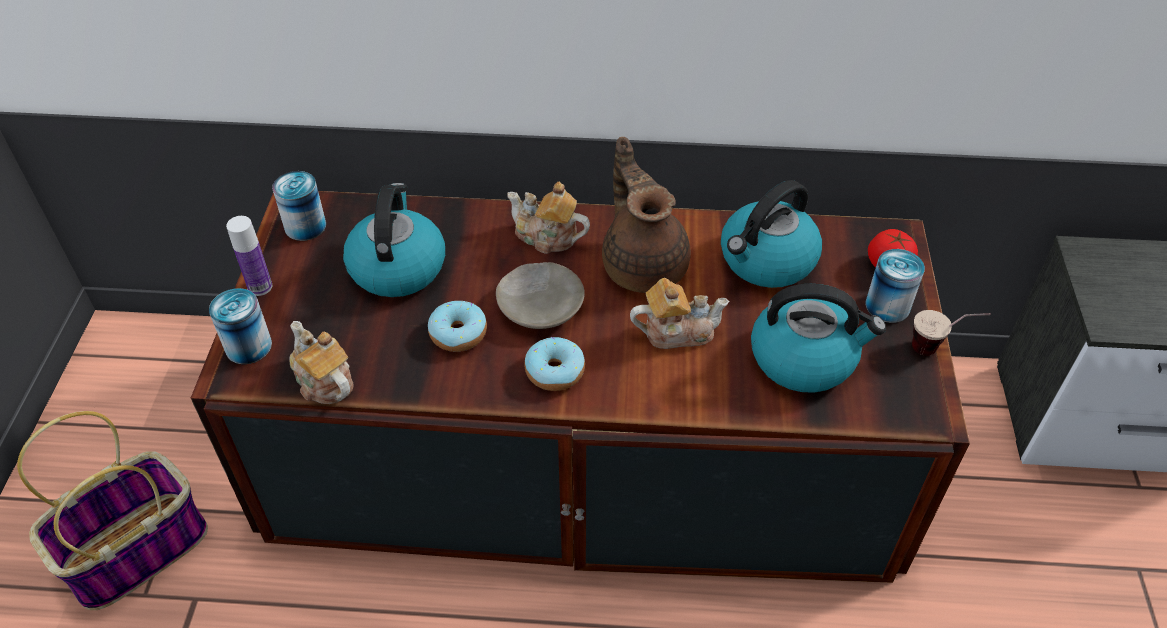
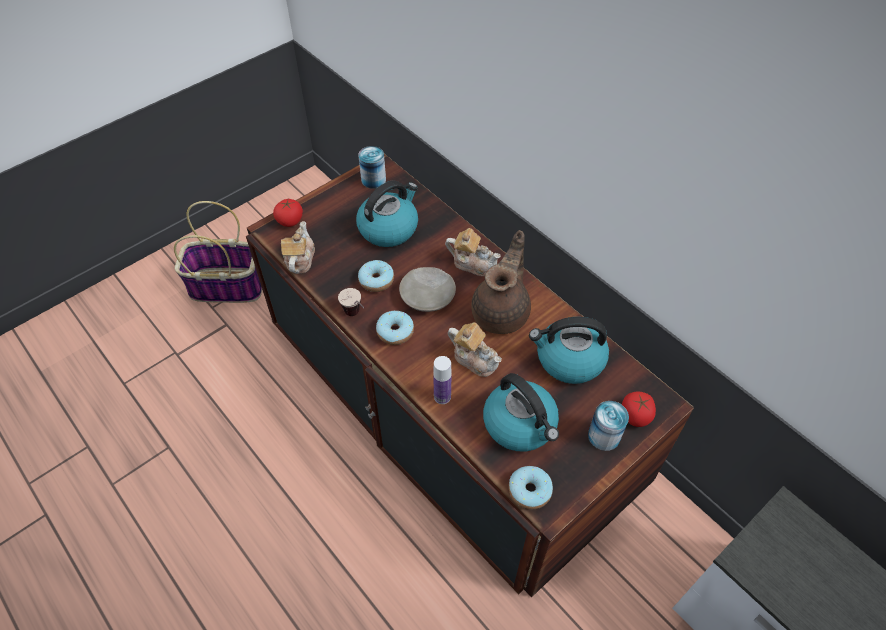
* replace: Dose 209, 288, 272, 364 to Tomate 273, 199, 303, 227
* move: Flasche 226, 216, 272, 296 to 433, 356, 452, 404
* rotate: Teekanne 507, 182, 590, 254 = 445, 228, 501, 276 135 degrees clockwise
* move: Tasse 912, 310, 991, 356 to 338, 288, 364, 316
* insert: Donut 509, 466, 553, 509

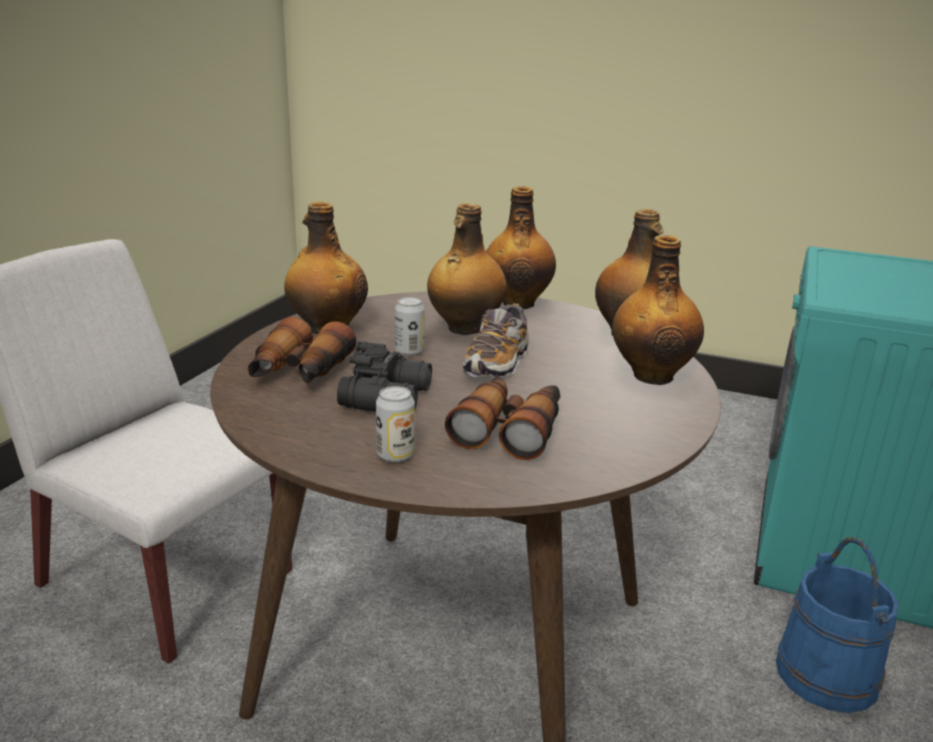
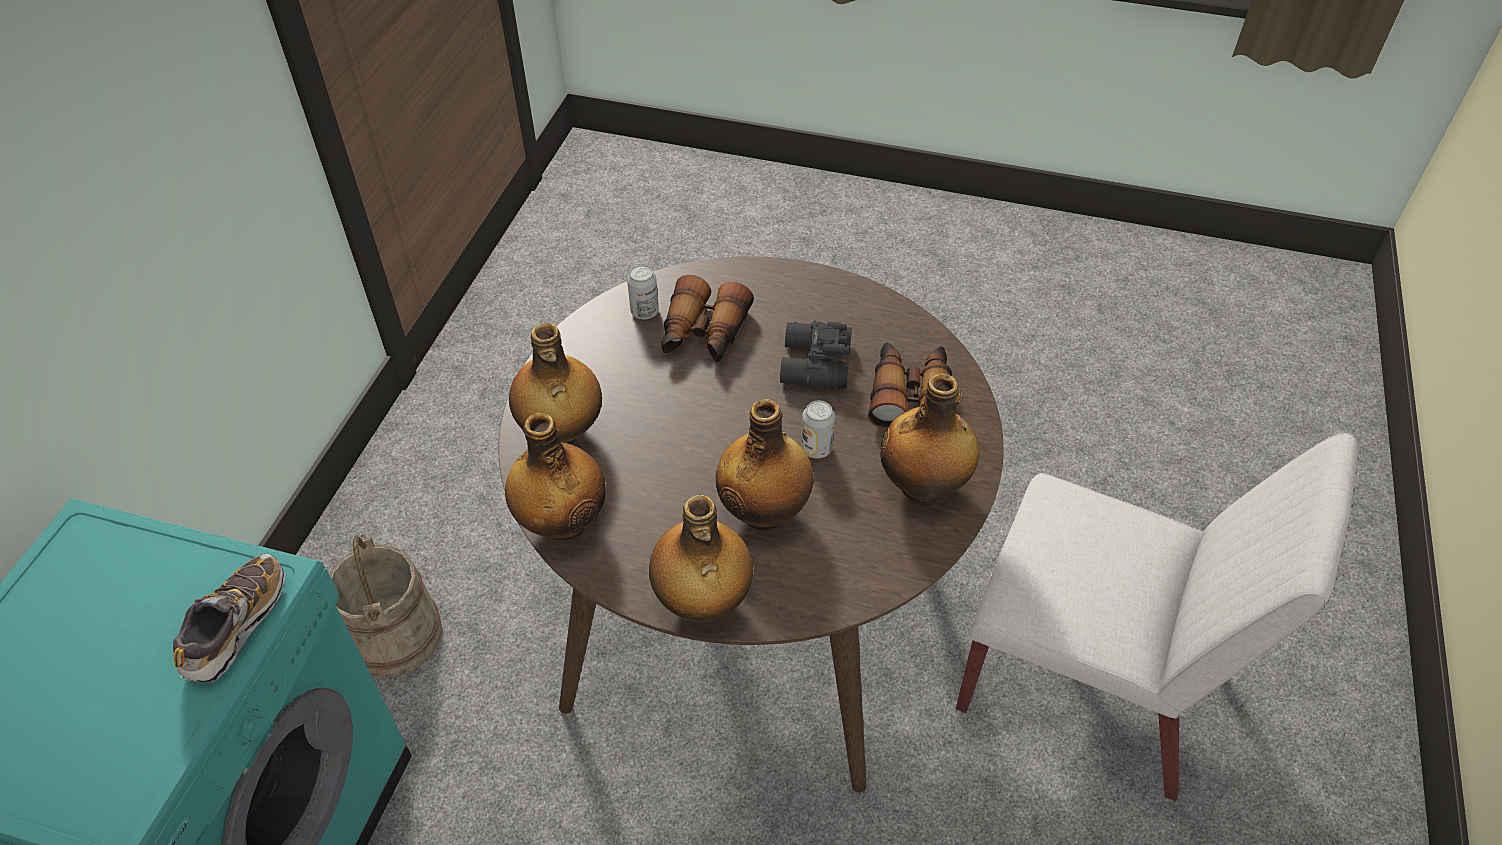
* move: Dose 376, 386, 415, 462 to 627, 265, 659, 319
* move: Schuh 463, 303, 529, 377 to 173, 554, 285, 682
* recolor: Eimer/blau 776, 538, 899, 713 to Eimer/beige 329, 534, 443, 677

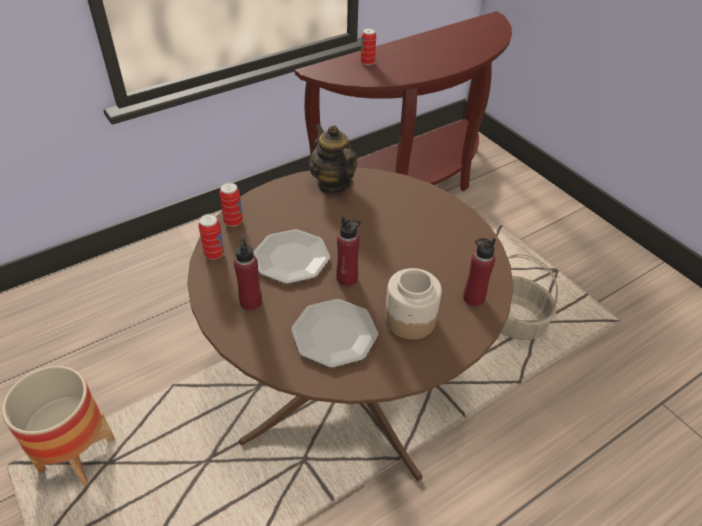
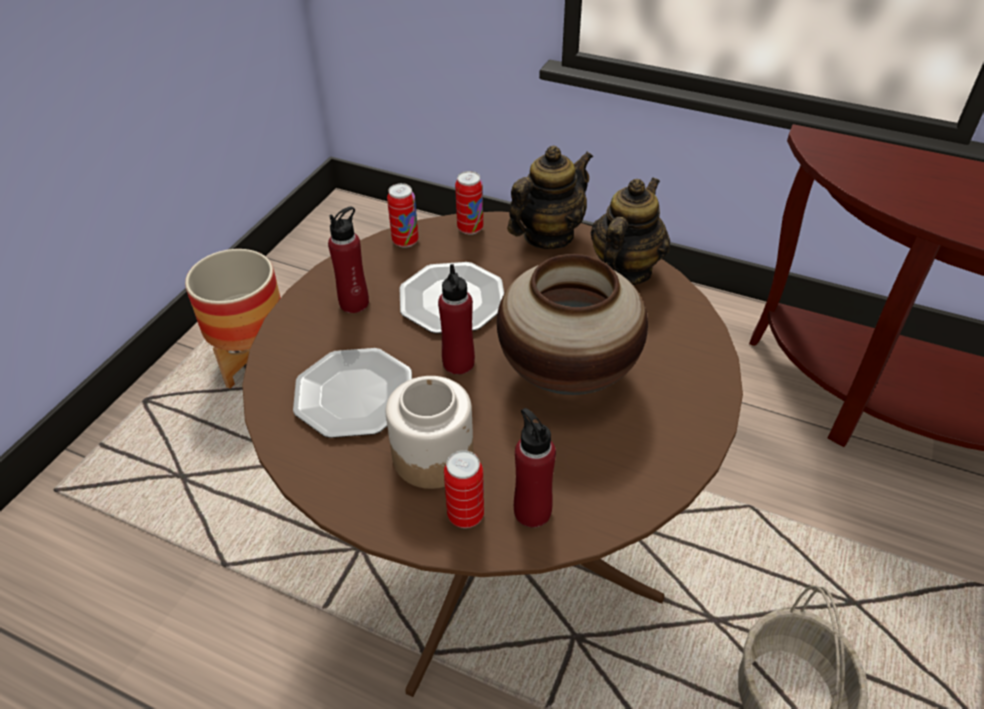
* move: Dose 361, 28, 376, 65 to 444, 450, 484, 528
* insert: Vase 497, 254, 648, 395
* insert: Teekanne 507, 146, 593, 249

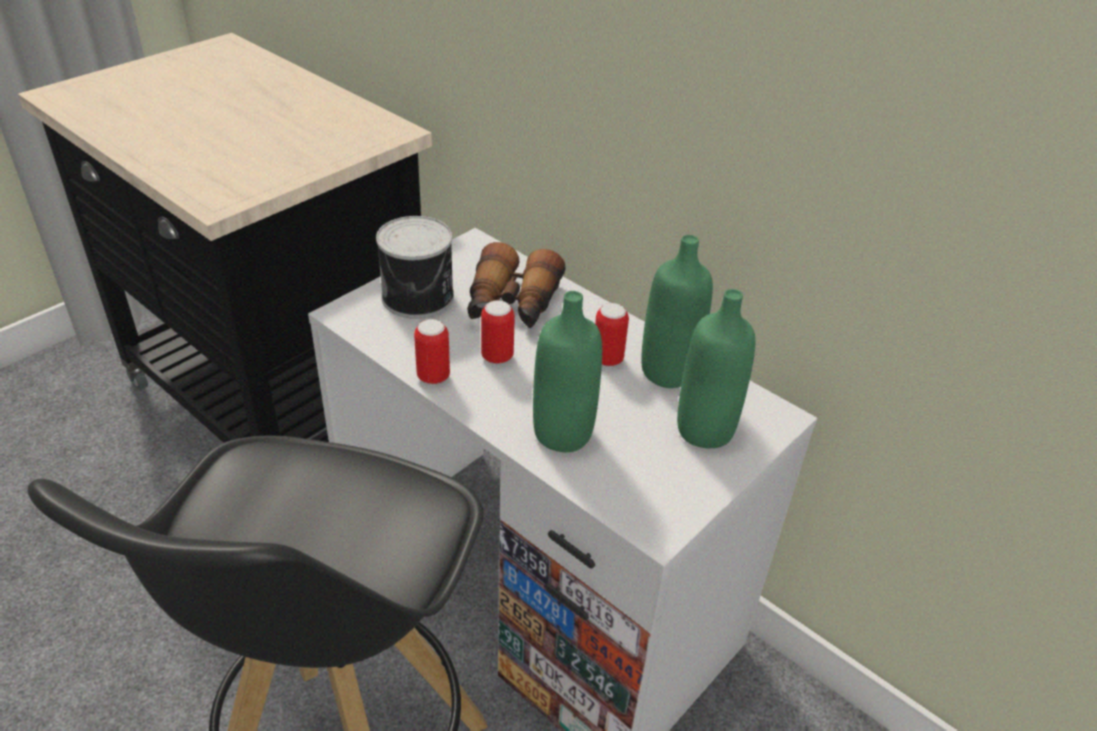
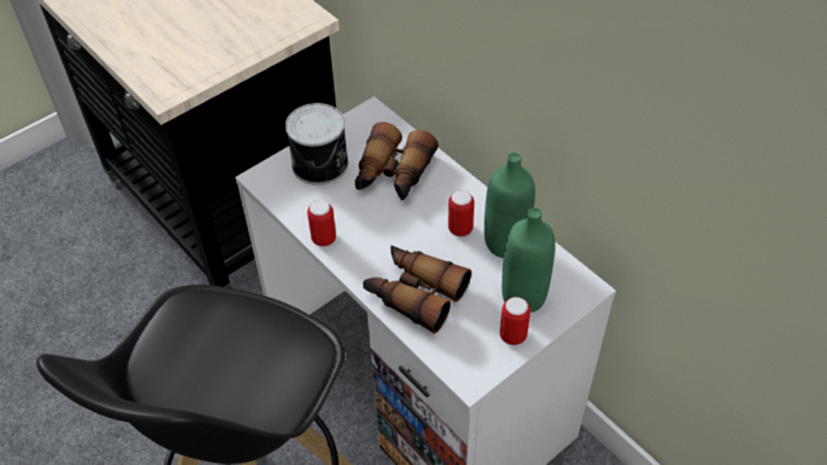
* move: Dose 481, 300, 515, 364 to 500, 297, 531, 345
* replace: Flasche/grün 533, 291, 602, 452 to Fernglas 363, 245, 471, 334

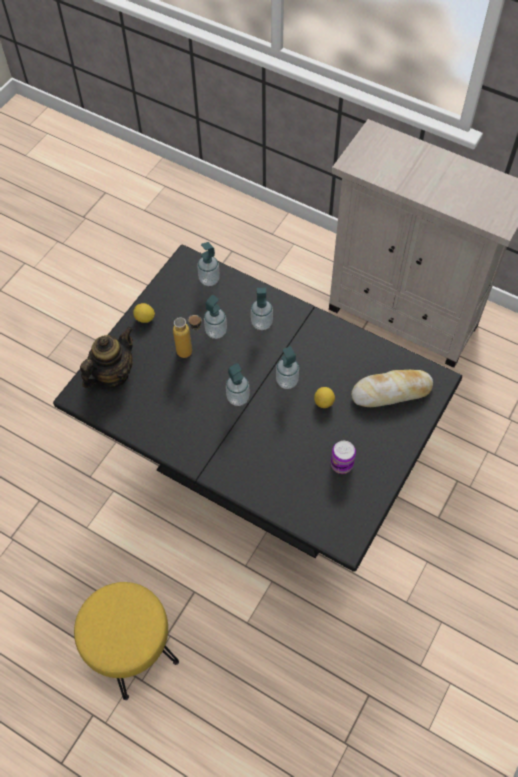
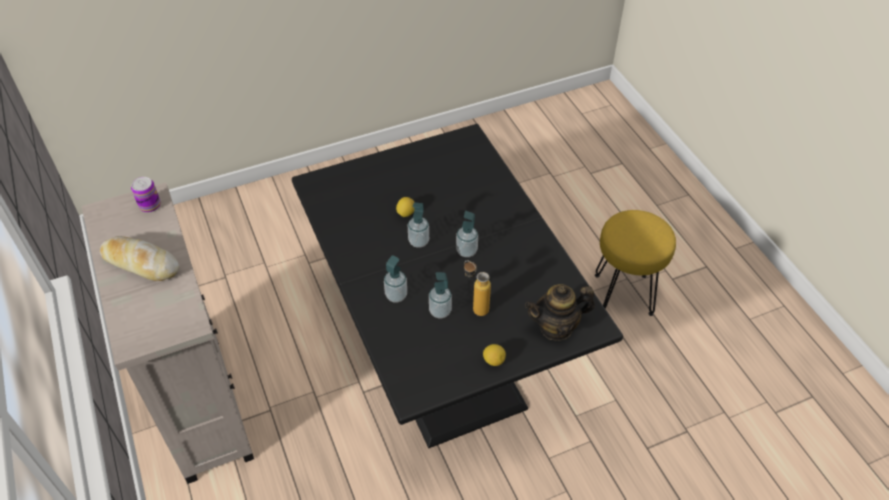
* delete: Seifenspender 197, 242, 220, 286
* move: Dose 331, 441, 356, 474 to 131, 177, 160, 213
* move: Brot 351, 370, 433, 407 to 100, 236, 179, 281

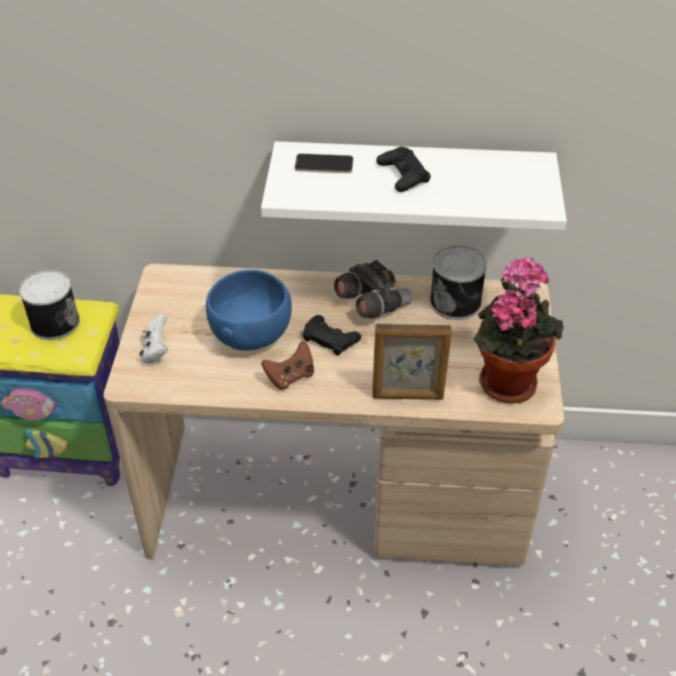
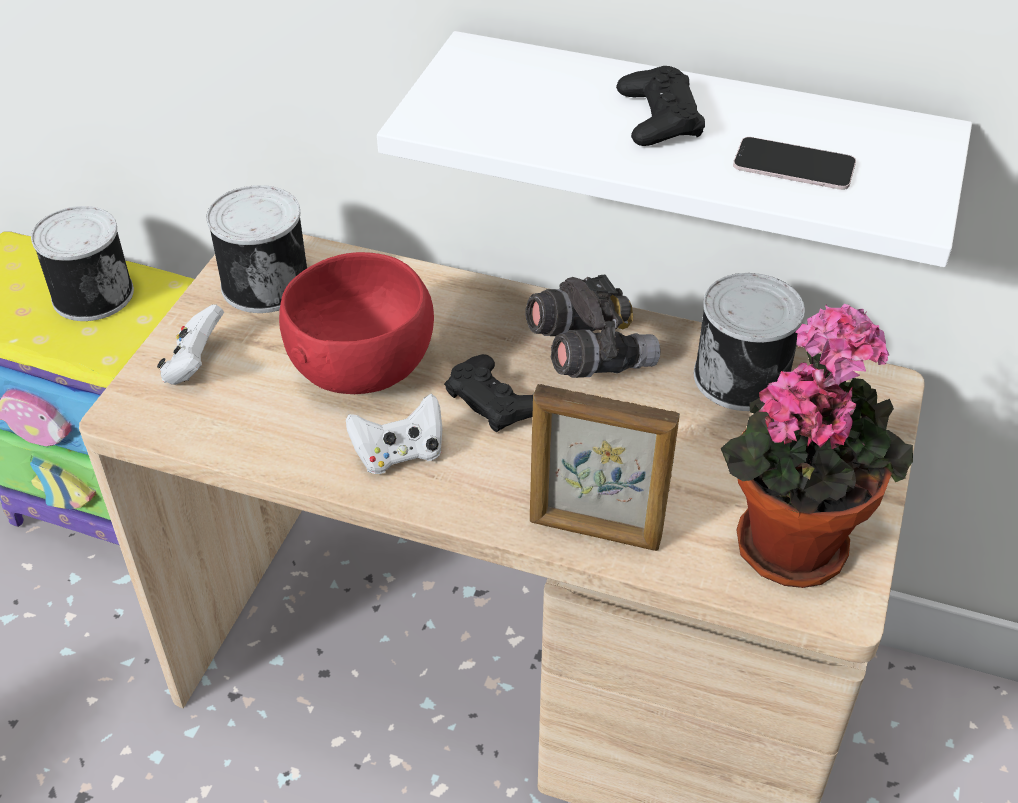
* recolor: Schüssel/blau 206, 270, 292, 351 to Schüssel/rot 279, 252, 434, 394
* recolor: Gamepad/braun 261, 341, 314, 390 to Gamepad/weiß 346, 394, 443, 474
* move: Handy 295, 154, 353, 173 to 733, 137, 856, 190
* insert: Dose 207, 185, 307, 313

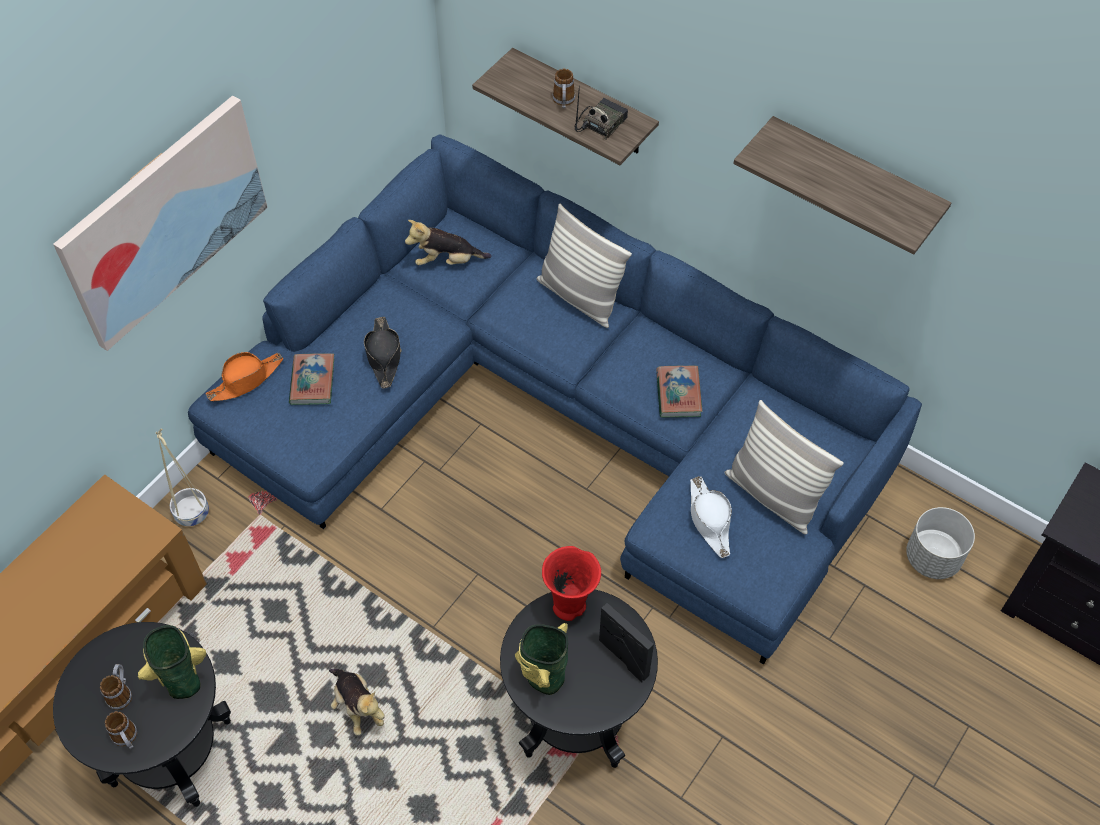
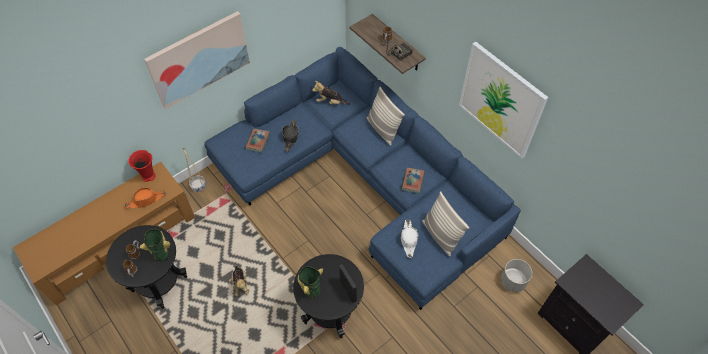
* move: Hut/orange 206, 352, 283, 401 to 125, 187, 166, 208
* move: Vase/rot 542, 546, 601, 621 to 128, 150, 156, 182
* replace: Wandregal 733, 116, 951, 255 to Bild 459, 41, 548, 158

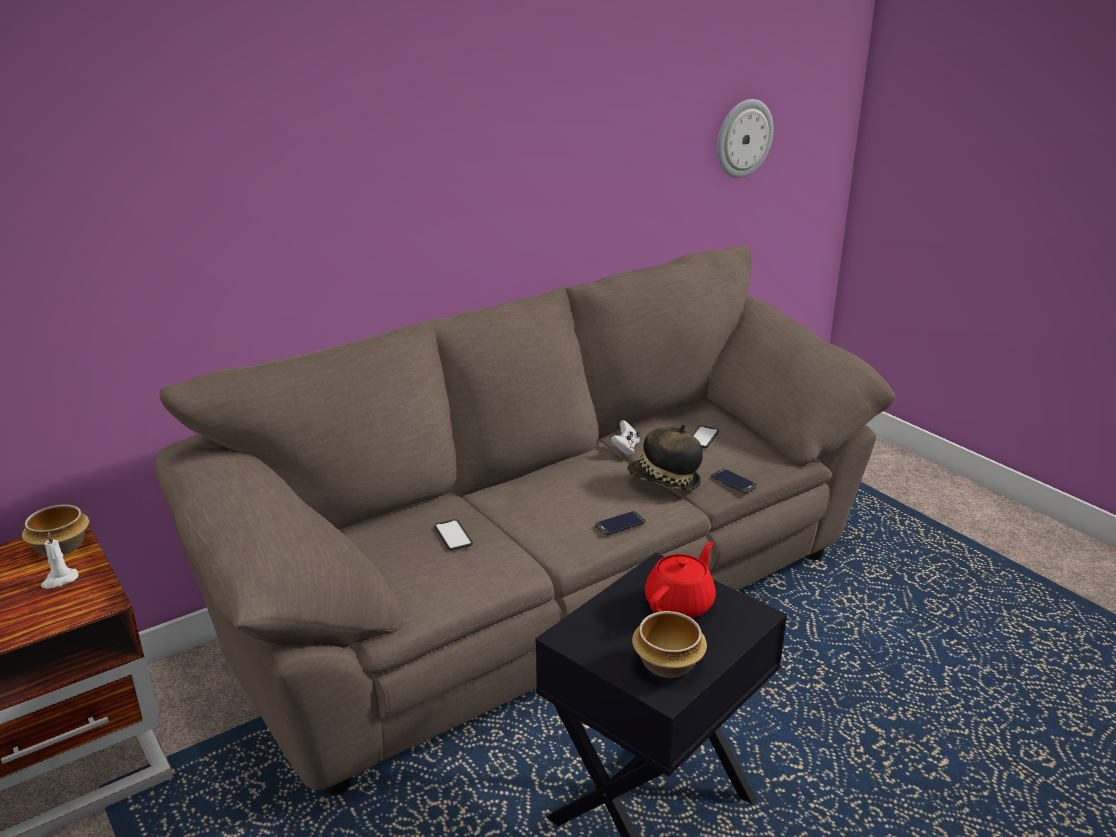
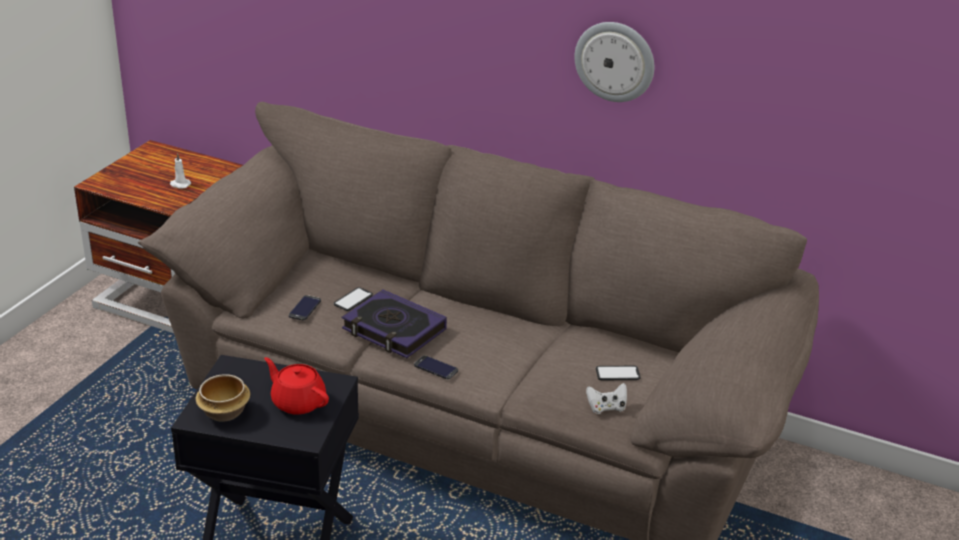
* delete: Schüssel 22, 504, 89, 556
* move: Gamepad/weiß 611, 420, 640, 455 to 586, 383, 627, 414
* delete: Hut 628, 424, 703, 491
* rotate: Teekanne/rot 645, 542, 716, 618 = 264, 357, 329, 415 150 degrees counterclockwise
* move: Handy 711, 469, 757, 493 to 289, 295, 321, 320
* move: Wanduhr 717, 99, 773, 178 to 574, 22, 654, 102
* insert: Buch 342, 289, 447, 358

